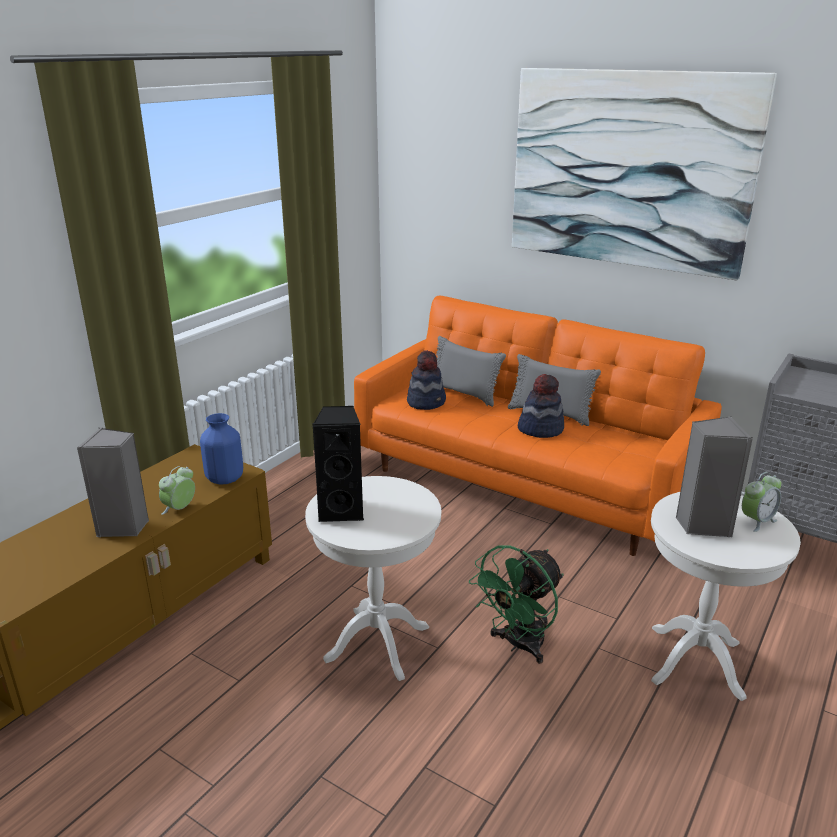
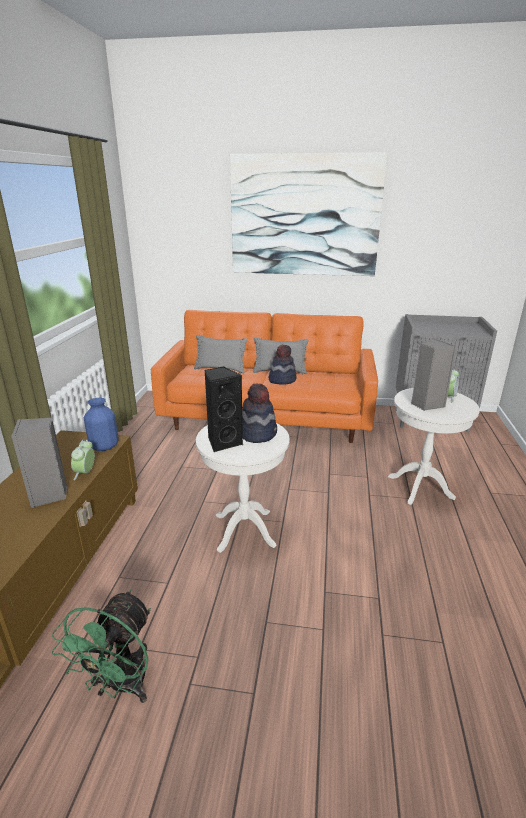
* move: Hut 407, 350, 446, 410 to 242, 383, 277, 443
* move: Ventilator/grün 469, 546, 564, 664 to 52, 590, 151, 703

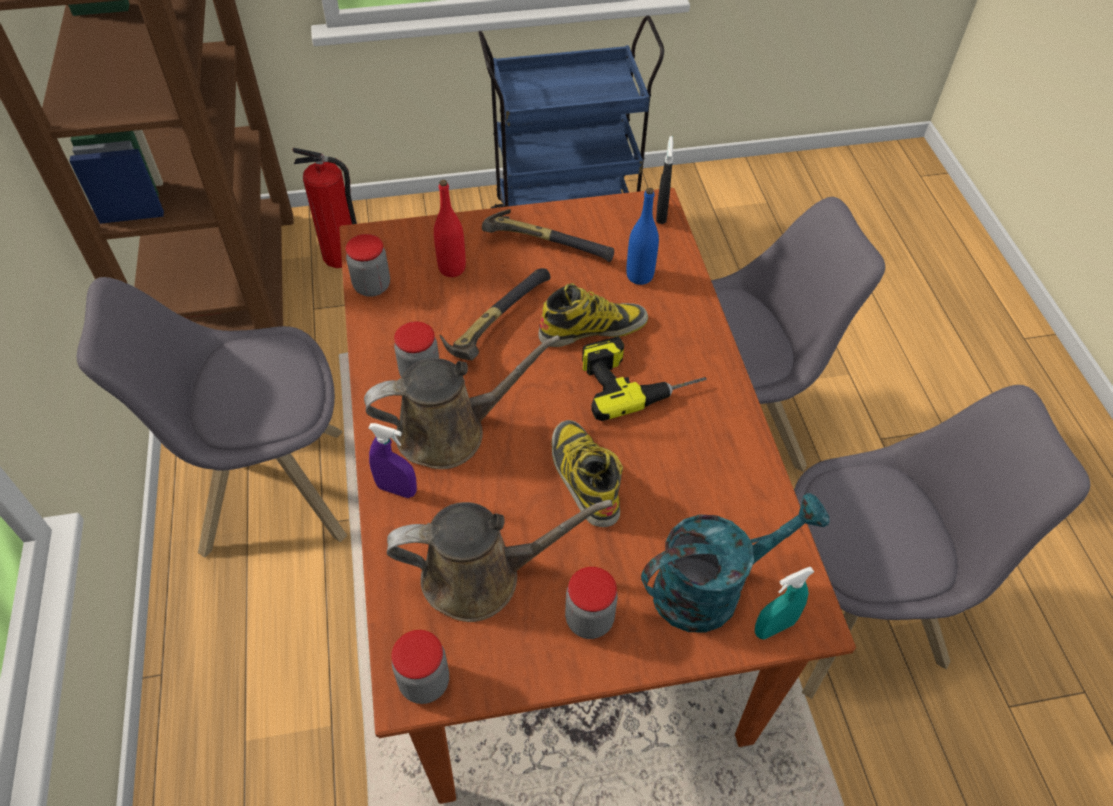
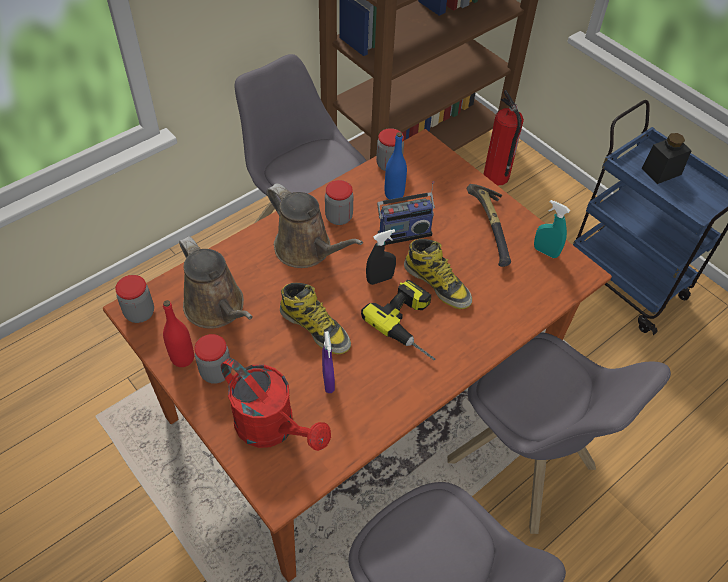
* move: Sprühflasche/lila 368, 423, 417, 498 to 322, 331, 335, 393
* move: Flasche/rot 434, 180, 466, 277 to 163, 300, 194, 367
* replace: Hammer 440, 268, 551, 360 to Radio 377, 181, 435, 245
* rotate: Stiefel 552, 420, 623, 527 = 280, 283, 351, 354 90 degrees clockwise
* move: Flasche/blau 626, 188, 659, 285 to 385, 132, 407, 200
* recolor: Gießkanne/türkis 641, 493, 829, 633 to Gießkanne/rot 221, 358, 331, 451
* move: Sprühflasche/schwarz 656, 136, 673, 224 to 366, 229, 396, 285
* move: Sprühflasche/türkis 755, 567, 814, 640 to 534, 200, 570, 258
* insert: Vorratsglas/schwarz 641, 133, 692, 184

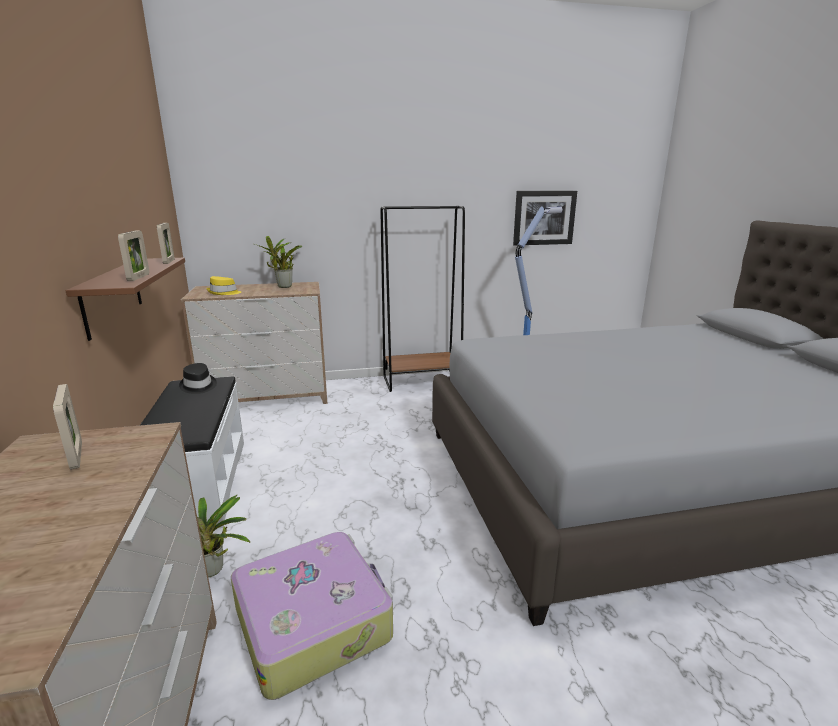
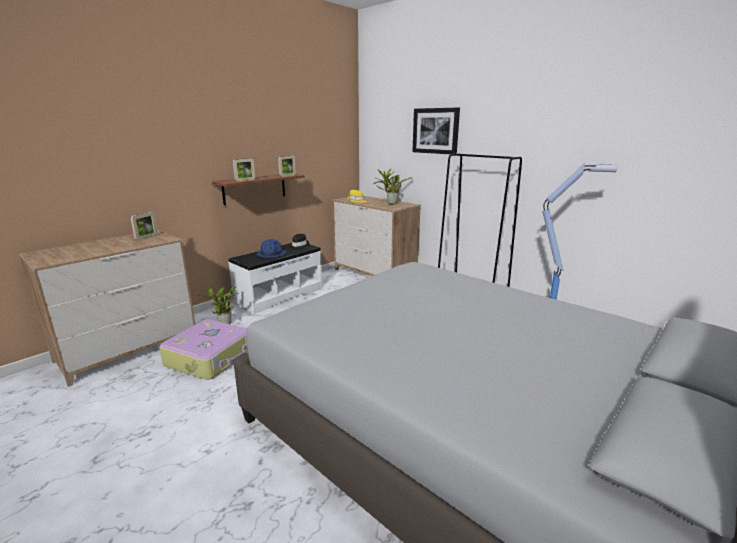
* move: Bild 513, 191, 577, 245 to 412, 107, 460, 154
* insert: Hut/blau 257, 239, 286, 258

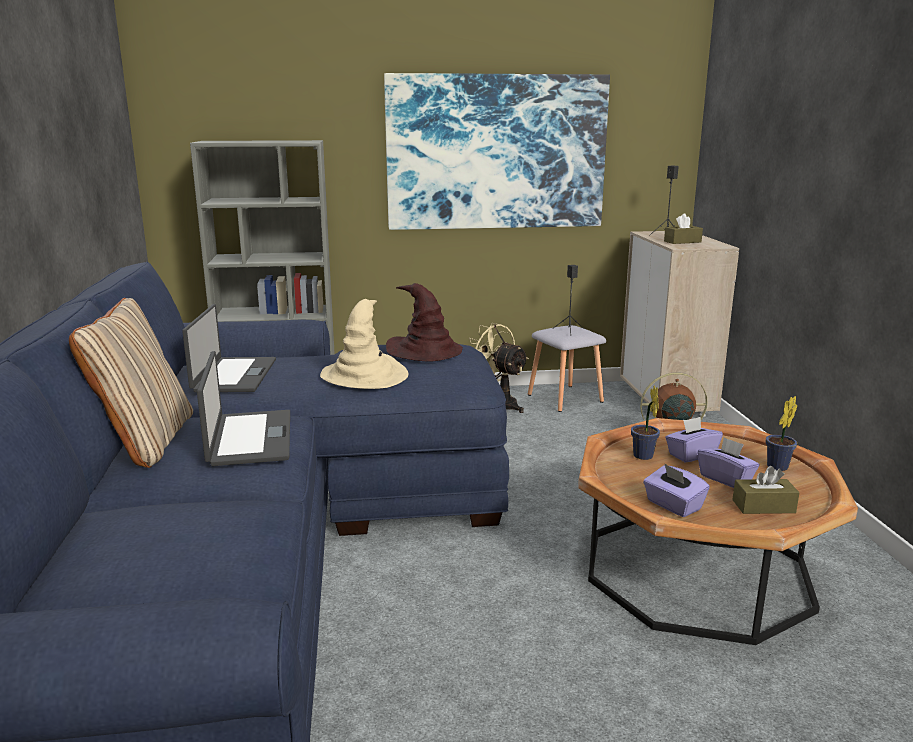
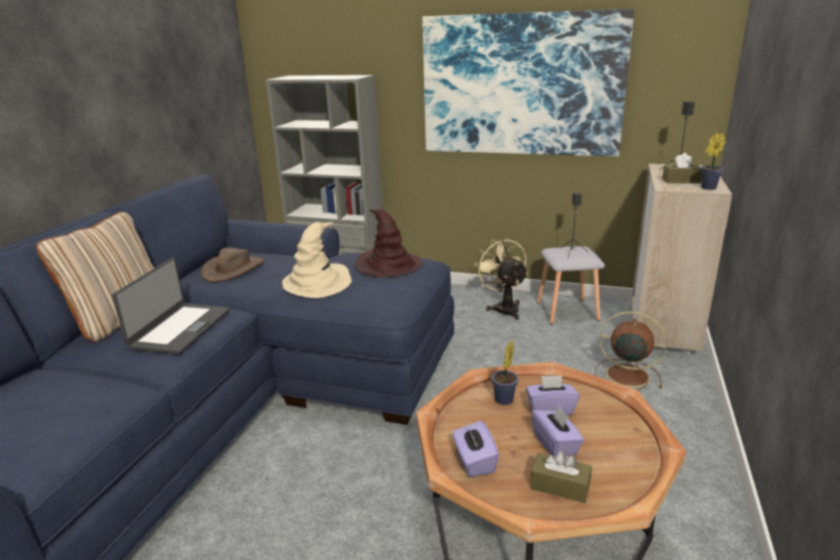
* replace: Laptop 182, 304, 276, 392 to Hut/braun 201, 247, 264, 282
* move: Topfpflanze 766, 396, 797, 471 to 701, 133, 726, 190

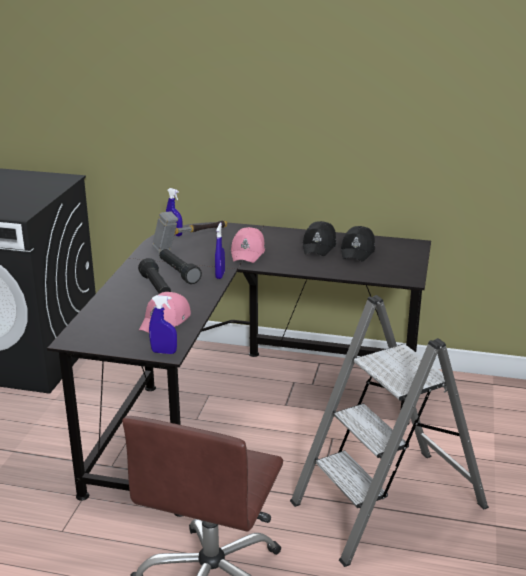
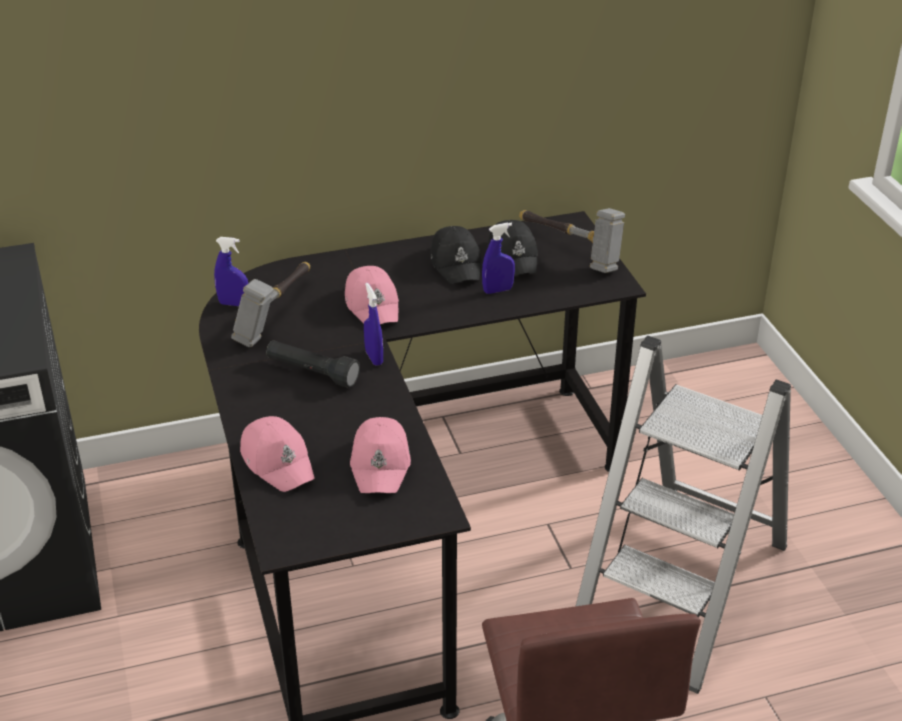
* delete: Taschenlampe/schwarz 138, 258, 171, 294
* move: Sprühflasche/blau 149, 295, 177, 354 to 482, 223, 515, 294
* insert: Kappe/rosa 240, 416, 315, 492
* insert: Hammer 519, 208, 625, 273

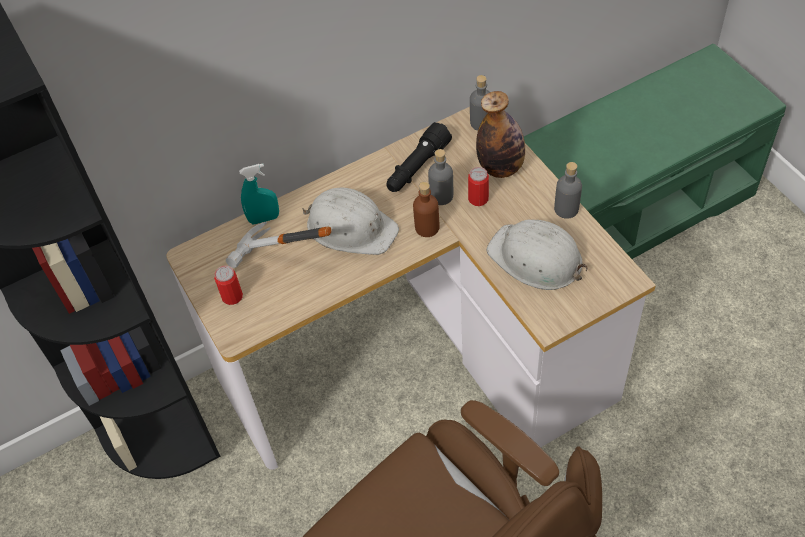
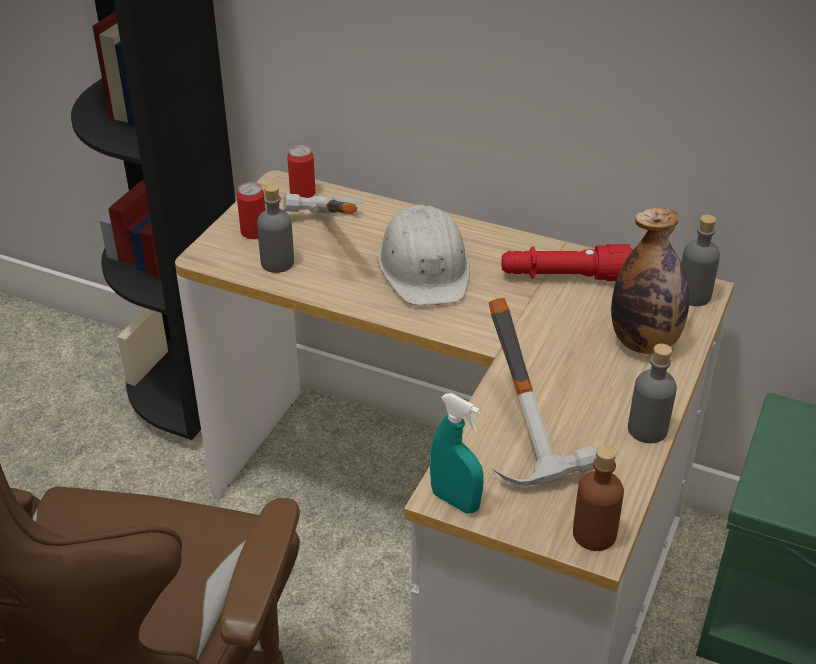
* move: Sprühflasche/türkis 239, 164, 279, 224 to 430, 393, 483, 514
* recolor: Taschenlampe/schwarz 387, 122, 452, 192 to Taschenlampe/rot 502, 244, 633, 281
* move: Flasche/braun 413, 182, 439, 237 to 573, 445, 624, 551
* move: Flasche/grau 428, 149, 453, 205 to 257, 184, 294, 273
* move: Dose 468, 167, 489, 206 to 287, 145, 316, 198
* replace: Schutzhelm/weiß 487, 220, 588, 290 to Hammer 489, 298, 596, 488

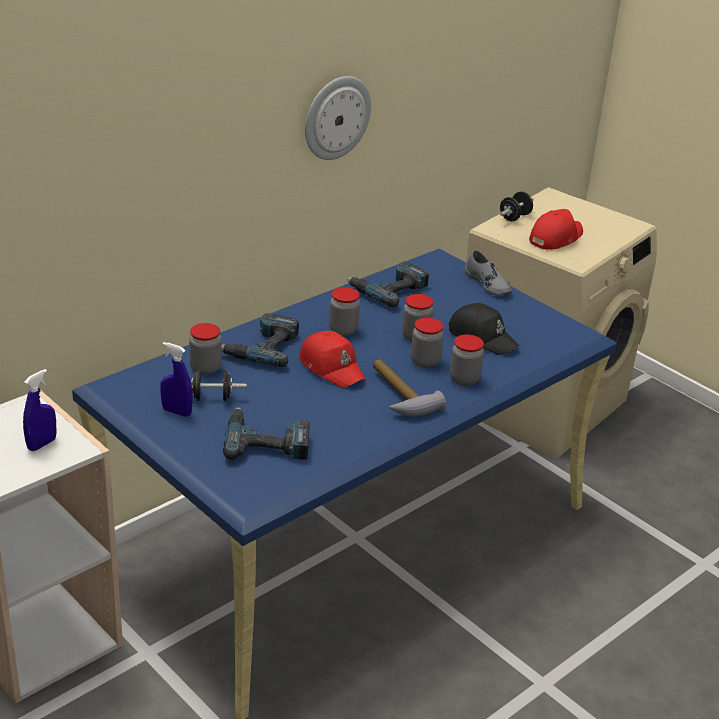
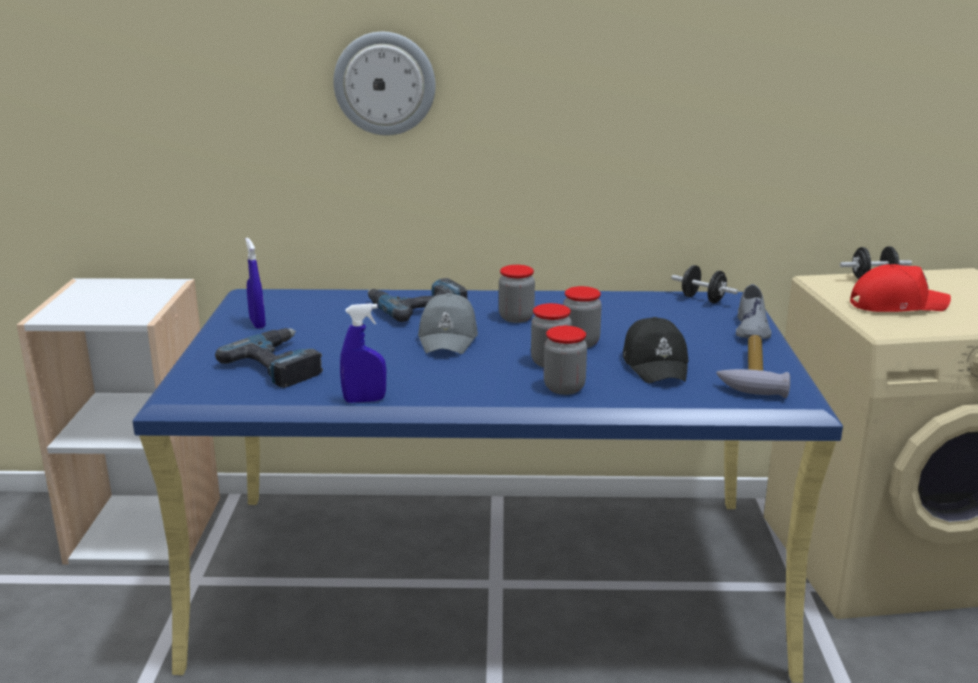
* move: Sprühflasche/blau 23, 369, 57, 451 to 340, 303, 386, 403
* delete: Vorratsglas 189, 323, 222, 375
* move: Hantel/schwarz 191, 369, 246, 401 to 671, 265, 738, 303
* recolor: Kappe/rot 300, 331, 365, 388 to Kappe/grau 418, 293, 478, 354
* move: Wanduhr 305, 76, 371, 160 to 333, 32, 436, 135
* delete: Bohrmaschine 347, 261, 429, 307
* move: Hammer 373, 359, 446, 417 to 716, 335, 790, 398

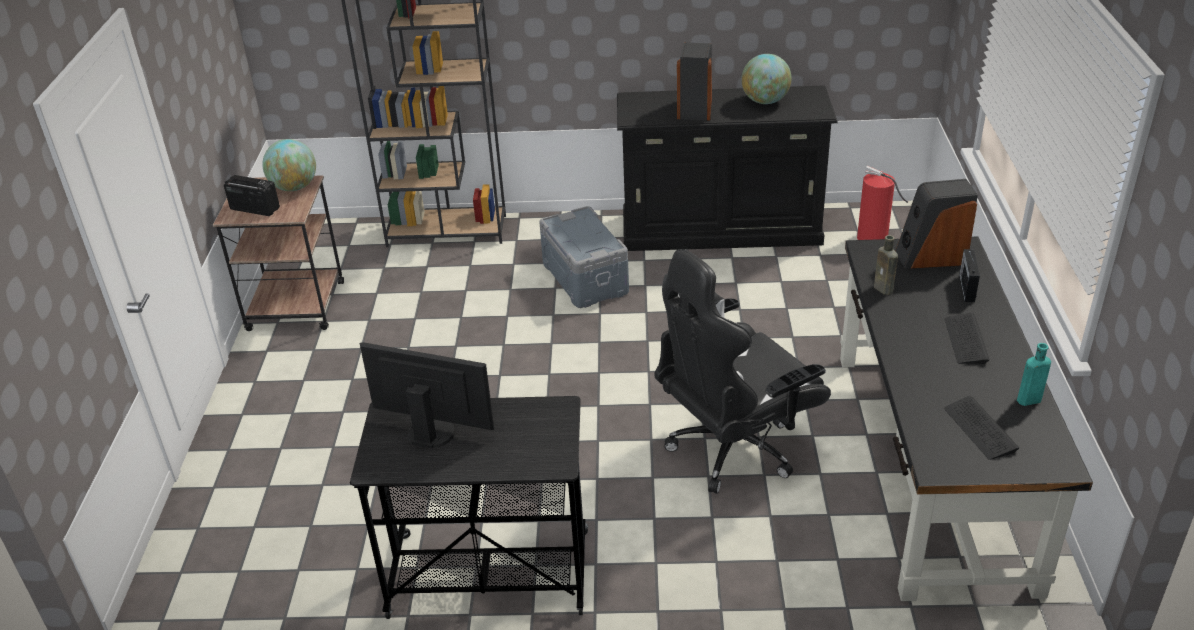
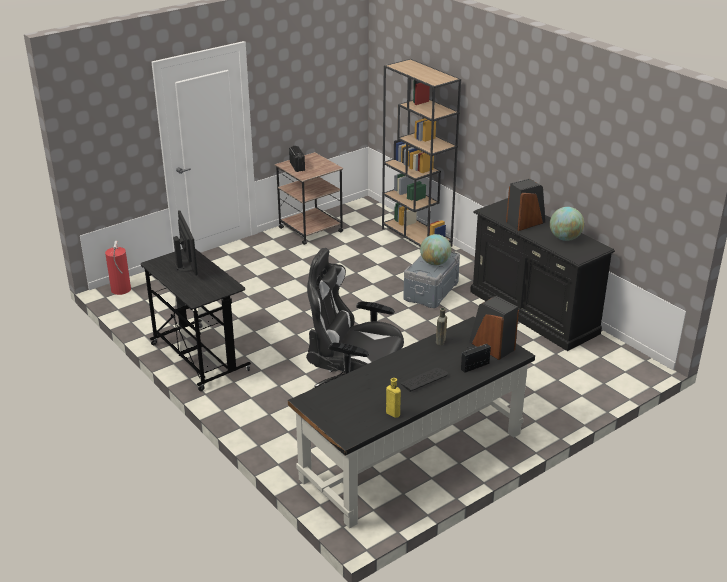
* move: Globus 262, 139, 316, 191 to 420, 234, 451, 265
* move: Feuerlöscher 857, 166, 908, 240 to 105, 241, 131, 295
* delete: Tastatur 944, 396, 1019, 460
* recolor: Flasche/türkis 1017, 343, 1051, 406 to Flasche/gelb 386, 378, 401, 418

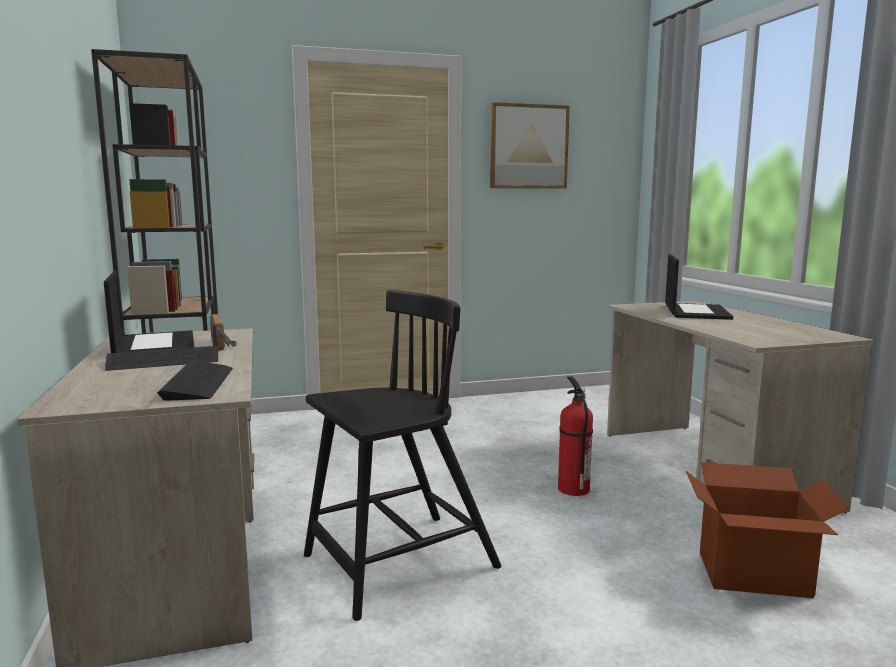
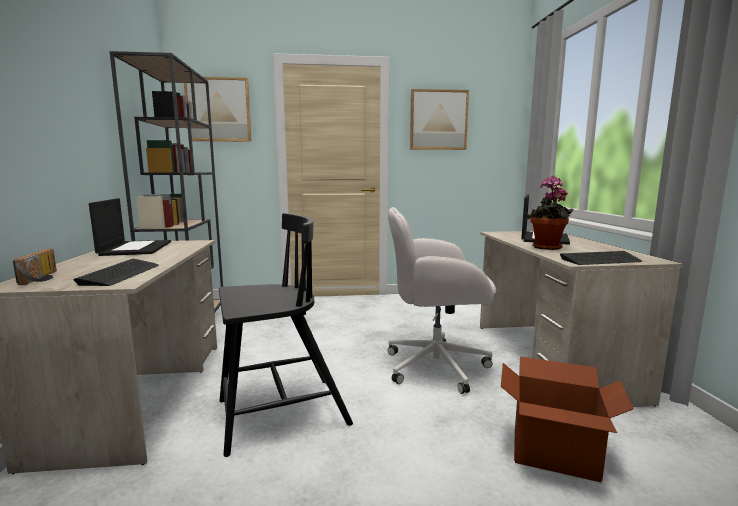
* move: Tastatur 105, 346, 218, 371 to 560, 251, 642, 265
* move: Radio 210, 314, 237, 350 to 13, 249, 57, 285
* replace: Feuerlöscher 558, 376, 593, 496 to Bürostuhl/weiß 388, 207, 496, 394
* insert: Bild 184, 77, 252, 142
* insert: Topfpflanze 525, 176, 573, 250

